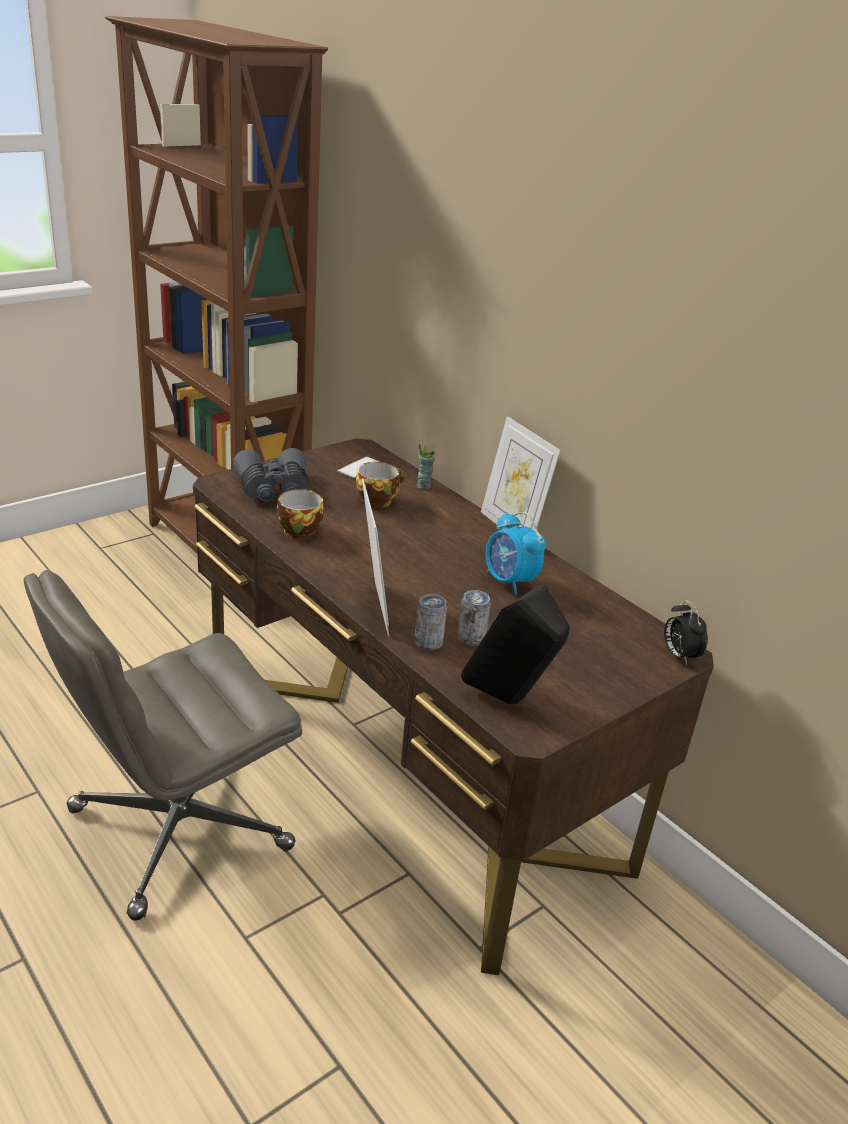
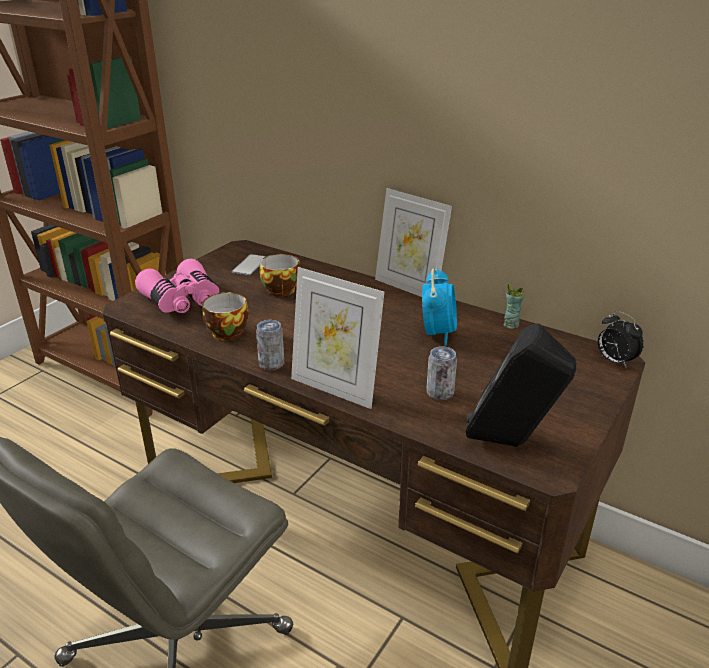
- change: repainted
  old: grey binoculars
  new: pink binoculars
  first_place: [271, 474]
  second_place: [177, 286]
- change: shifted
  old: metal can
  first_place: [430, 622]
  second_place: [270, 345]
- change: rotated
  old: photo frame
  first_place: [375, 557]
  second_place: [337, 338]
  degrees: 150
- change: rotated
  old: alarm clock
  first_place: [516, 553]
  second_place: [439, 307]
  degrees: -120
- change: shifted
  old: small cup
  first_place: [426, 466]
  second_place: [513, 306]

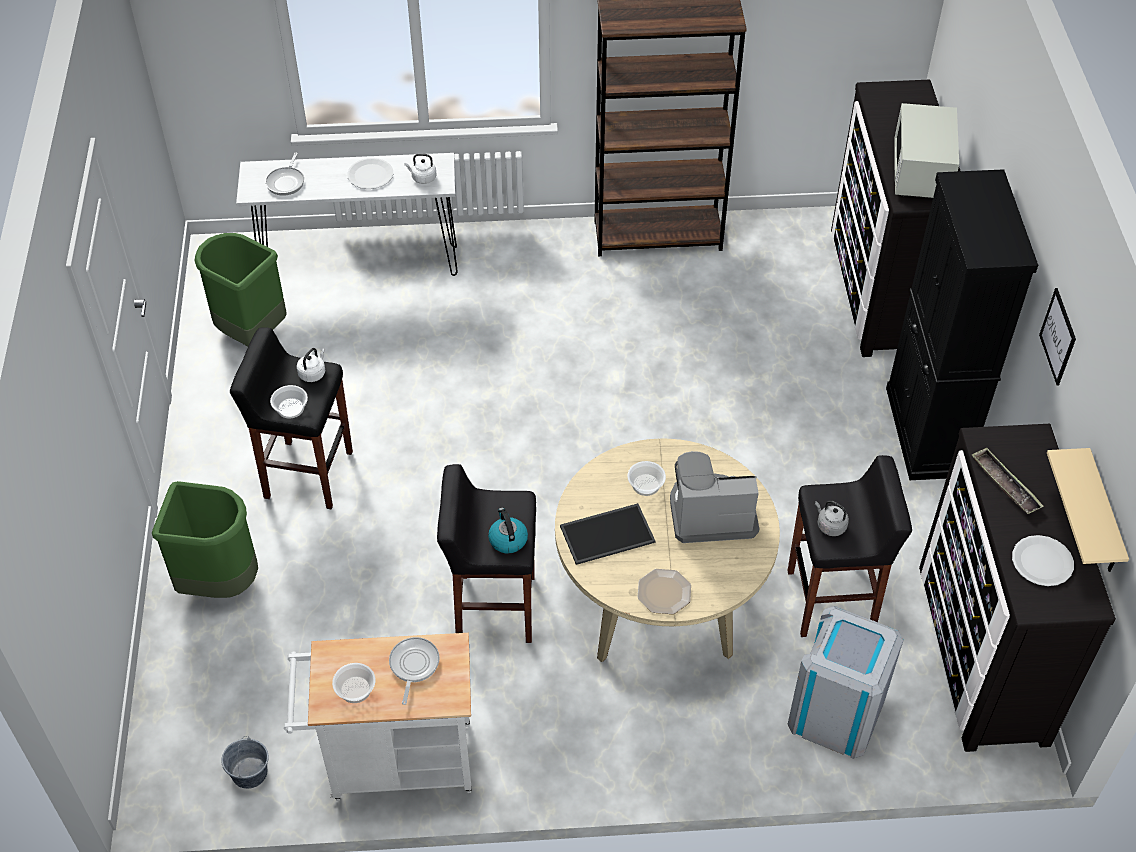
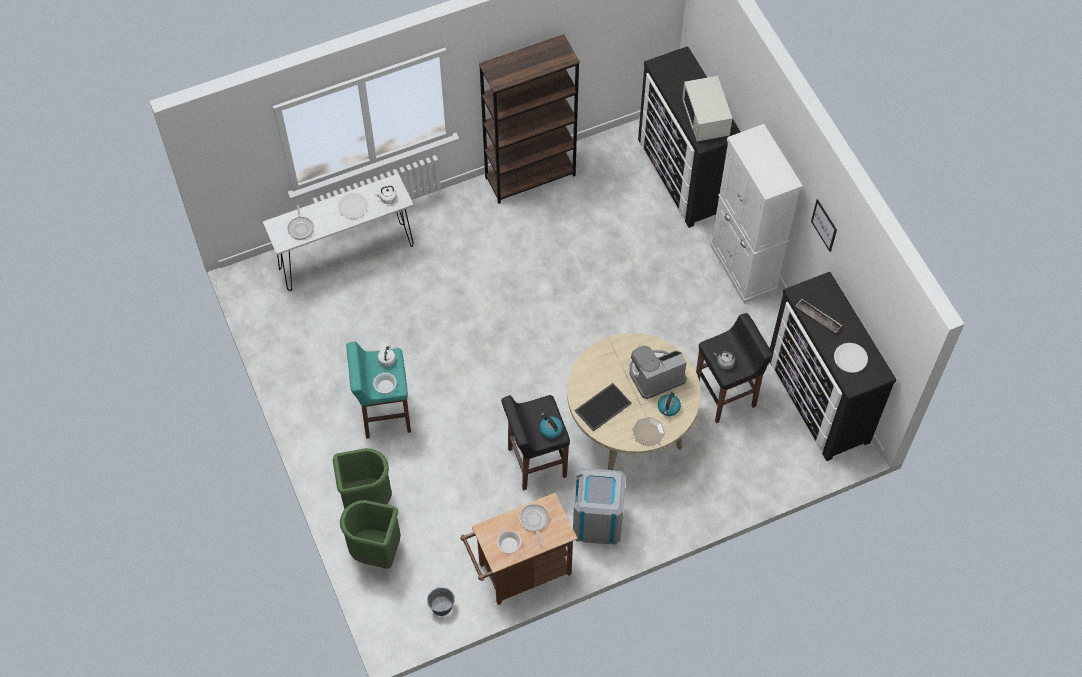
- change: shifted
  old: greenish waste bin
  first_place: [240, 289]
  second_place: [370, 534]
- change: repainted
  old: black sitting stool
  new: turquoise sitting stool
  first_place: [291, 418]
  second_place: [378, 390]
- change: repainted
  old: white cart
  new: brown-coloured cart
  first_place: [378, 717]
  second_place: [518, 549]
- change: shifted
  old: grey waste bin
  first_place: [846, 682]
  second_place: [599, 506]
- change: new
  new: water kettle
  second_place: [669, 404]
- change: repainted
  old: black cupboard
  new: white cupboard
  first_place: [962, 324]
  second_place: [756, 214]
- change: gone
  old: bowl
  first_place: [646, 478]
- change: gone
  old: beige-coloured bracket shelf
  first_place: [1088, 510]

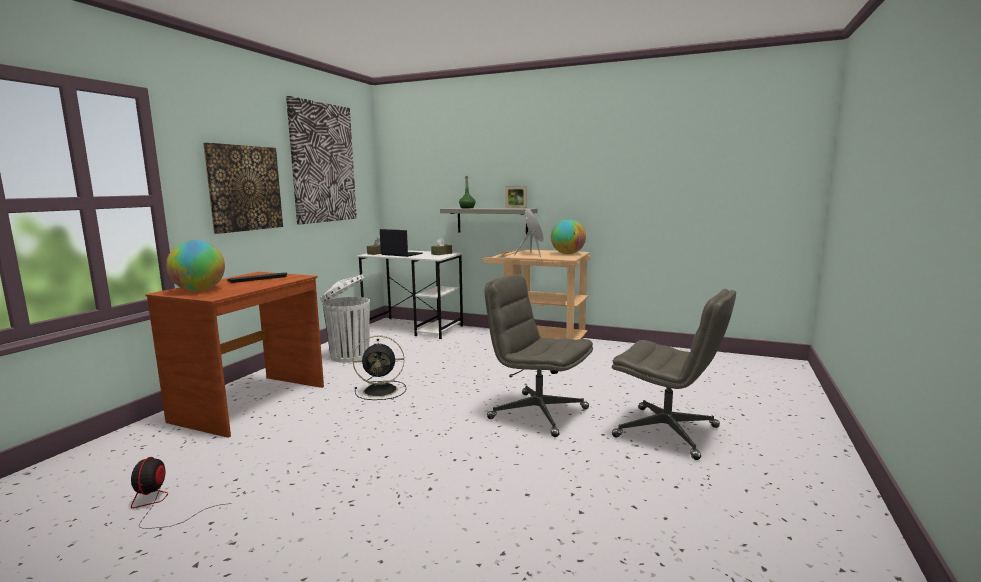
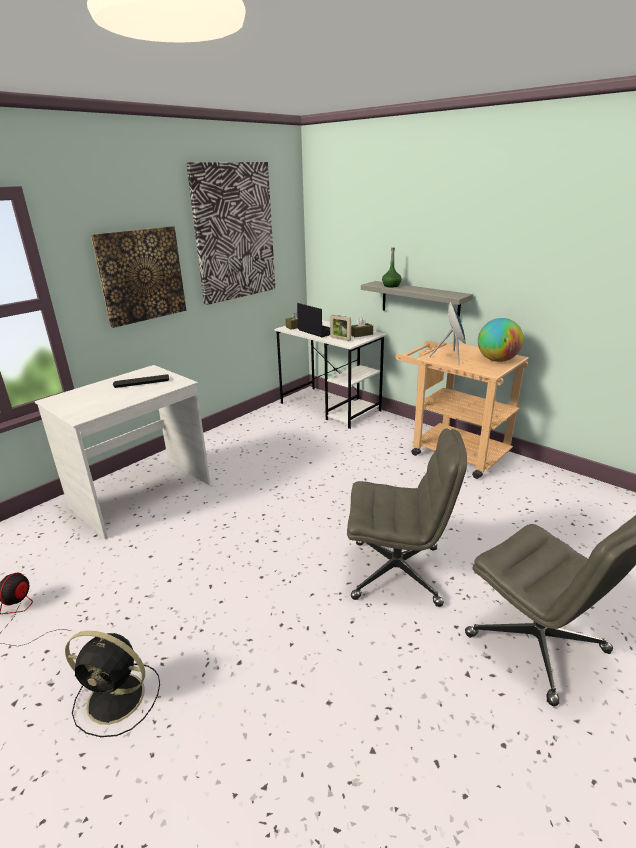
- change: repainted
  old: brown-coloured desk unit
  new: white desk unit
  first_place: [235, 355]
  second_place: [122, 452]
- change: shifted
  old: black cooling fan
  first_place: [379, 367]
  second_place: [112, 684]
- change: shifted
  old: photo frame
  first_place: [516, 197]
  second_place: [340, 328]
- change: rotated
  old: grey desk chair
  first_place: [539, 356]
  second_place: [407, 518]
  degrees: 135
- change: gone
  old: globe
  first_place: [195, 265]
- change: gone
  old: white waste bin
  first_place: [345, 318]

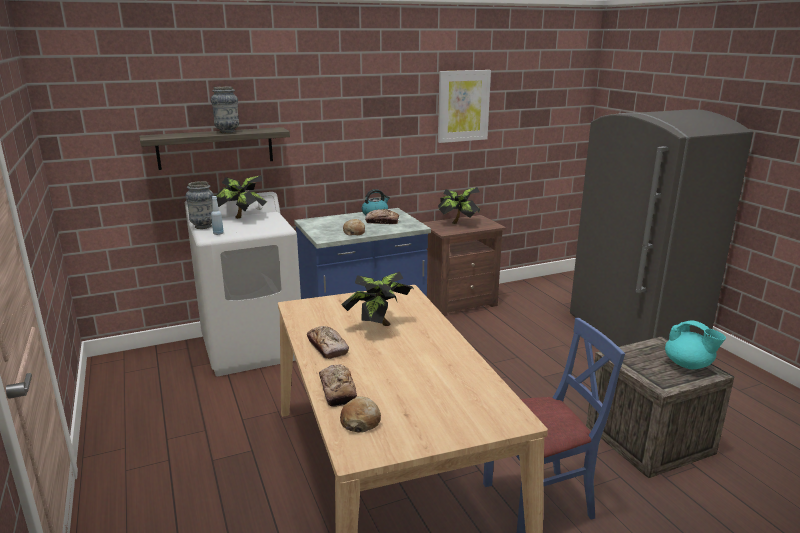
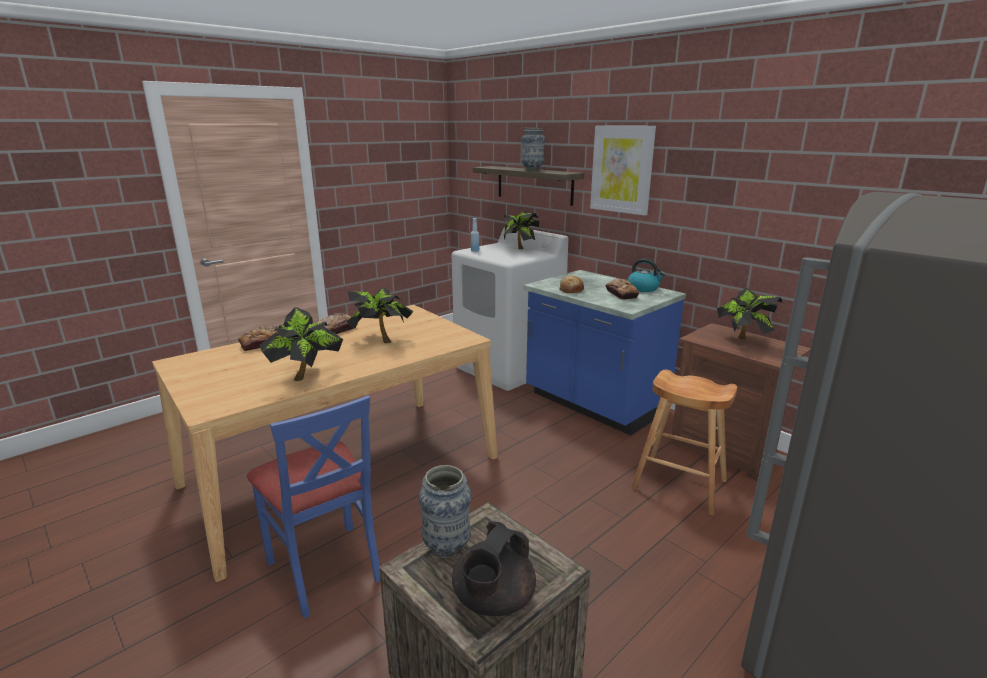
- change: new
  new: houseplant
  second_place: [301, 344]
- change: shifted
  old: vase
  first_place: [199, 205]
  second_place: [445, 511]
- change: repainted
  old: turquoise teapot
  new: black teapot
  first_place: [695, 344]
  second_place: [494, 568]
- change: shifted
  old: wall picture
  first_place: [464, 106]
  second_place: [623, 170]
- change: new
  new: brown-coloured sitting stool
  second_place: [684, 442]
- change: gone
  old: bakery bread
  first_place: [360, 414]

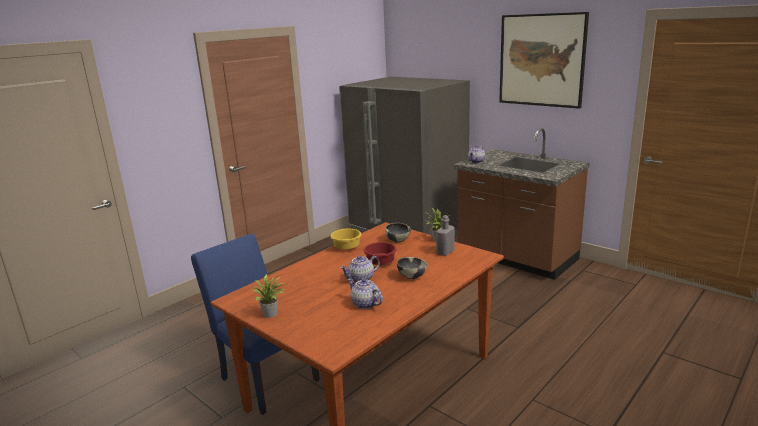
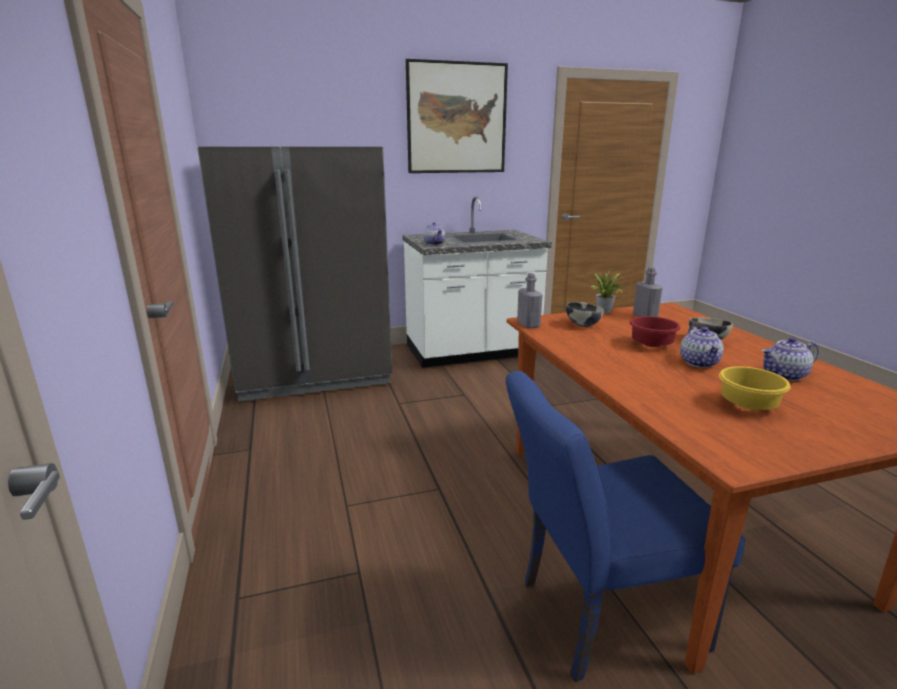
- change: repainted
  old: brown-coloured kitchen counter
  new: white kitchen counter
  first_place: [521, 204]
  second_place: [477, 282]
- change: new
  new: grey drink bottle
  second_place: [530, 300]
- change: shifted
  old: yellowish bowl
  first_place: [346, 239]
  second_place: [755, 388]
- change: gone
  old: houseplant
  first_place: [268, 295]

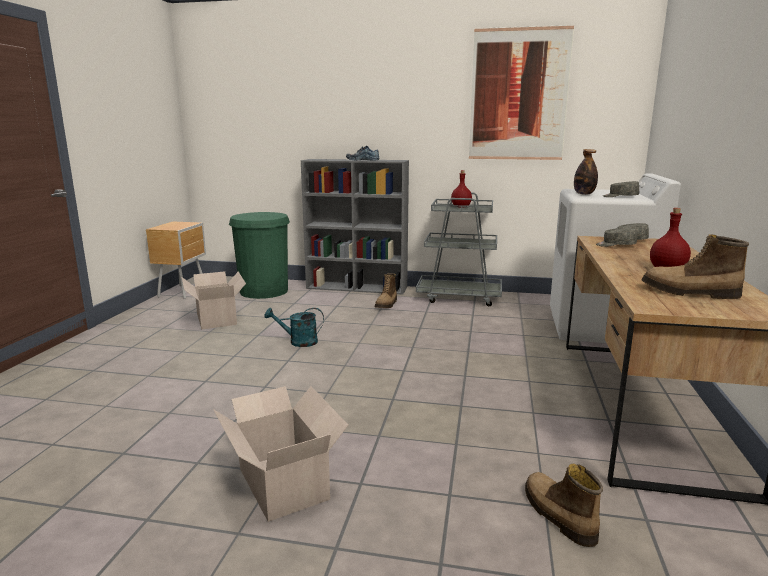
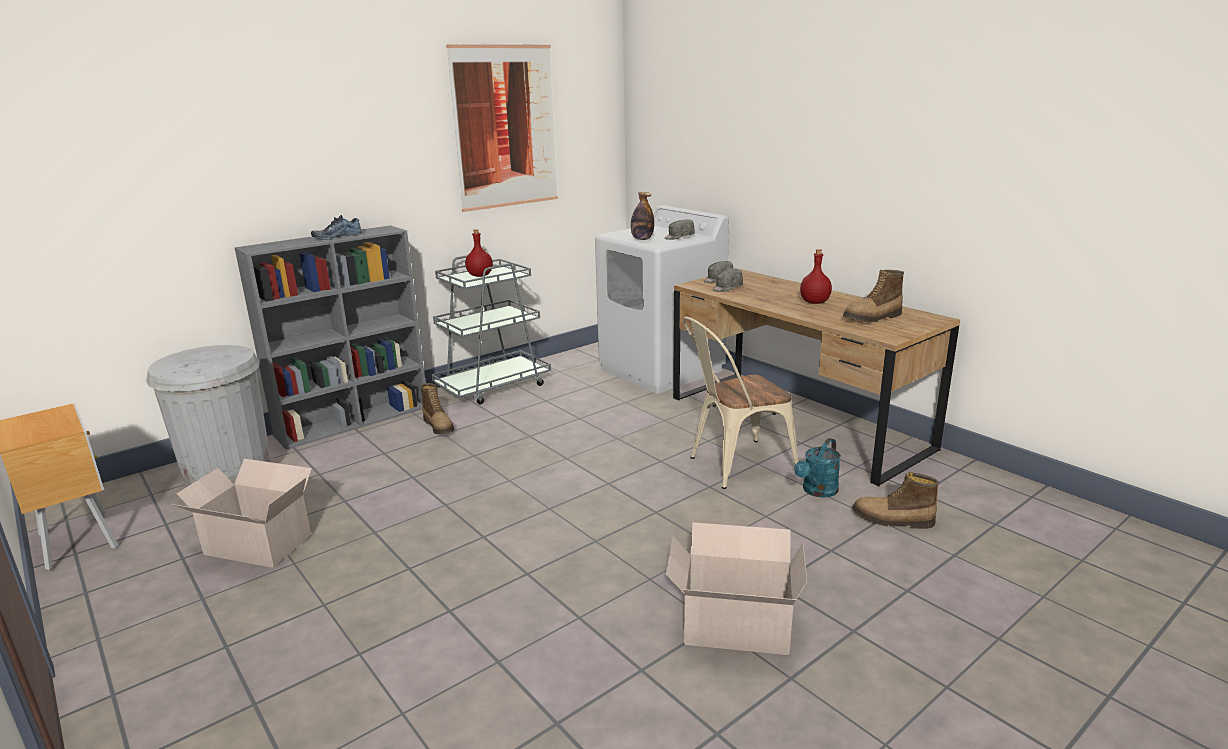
- change: repainted
  old: greenish waste bin
  new: white waste bin
  first_place: [259, 255]
  second_place: [208, 416]
- change: new
  new: beige-coloured upright chair
  second_place: [741, 403]
- change: shifted
  old: turquoise watering can
  first_place: [294, 327]
  second_place: [817, 468]

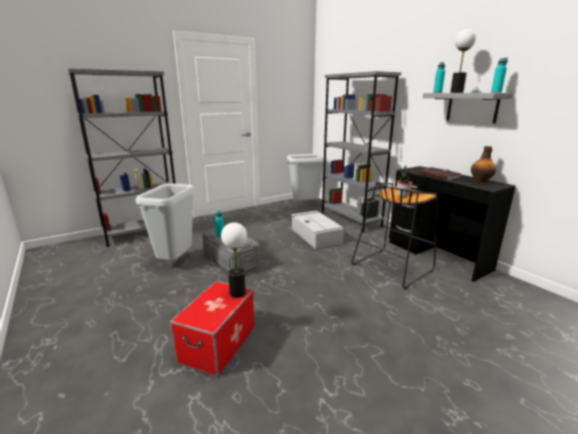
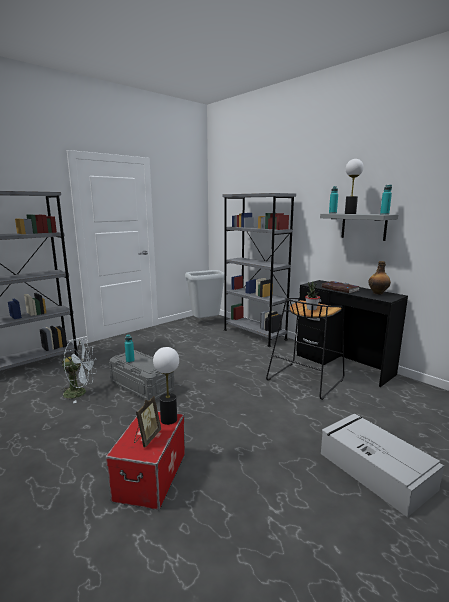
- change: swapped
  old: grey waste bin
  new: white cooling fan
  first_place: [165, 221]
  second_place: [78, 371]
- change: new
  new: photo frame
  second_place: [147, 422]
- change: shifted
  old: grey storage bin
  first_place: [318, 230]
  second_place: [382, 465]

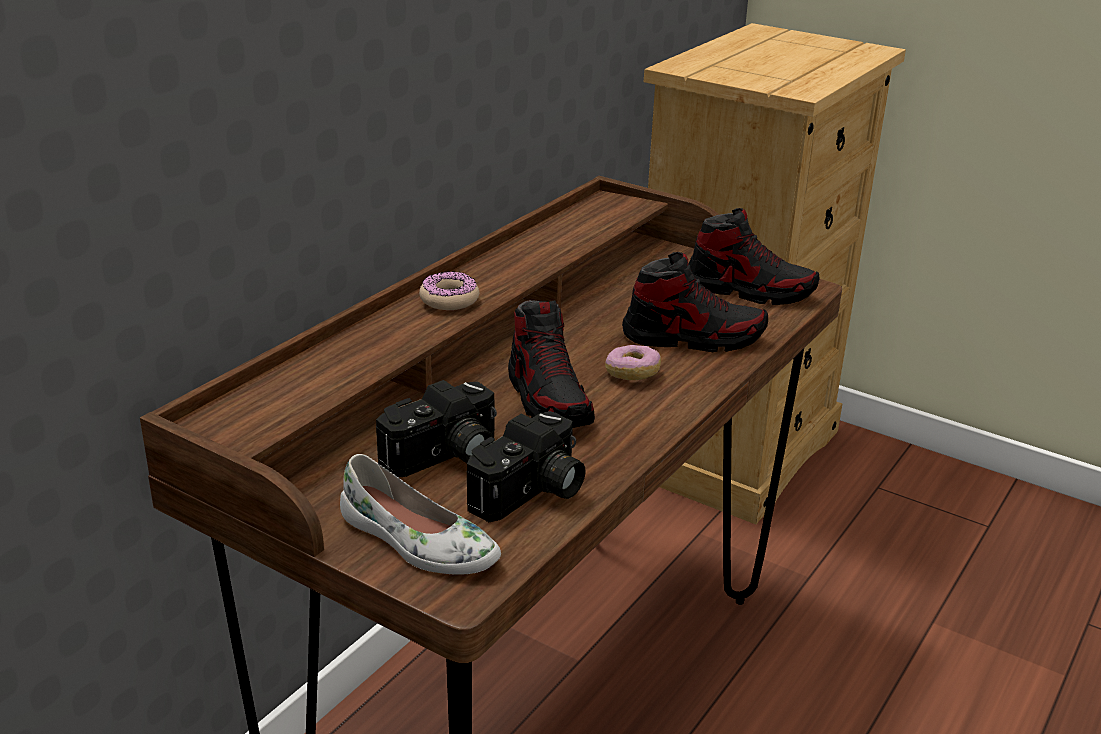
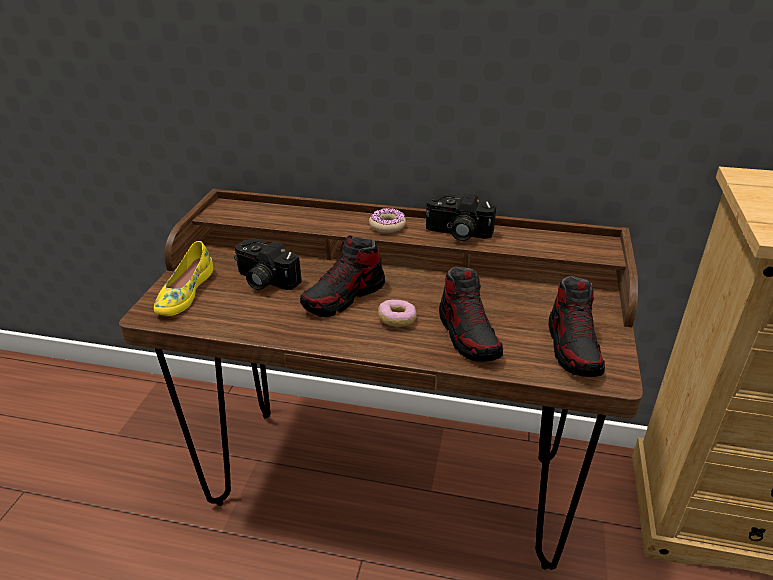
- change: repainted
  old: white shoe
  new: yellowish shoe
  first_place: [420, 514]
  second_place: [183, 278]
- change: shifted
  old: photo camera
  first_place: [526, 466]
  second_place: [461, 217]

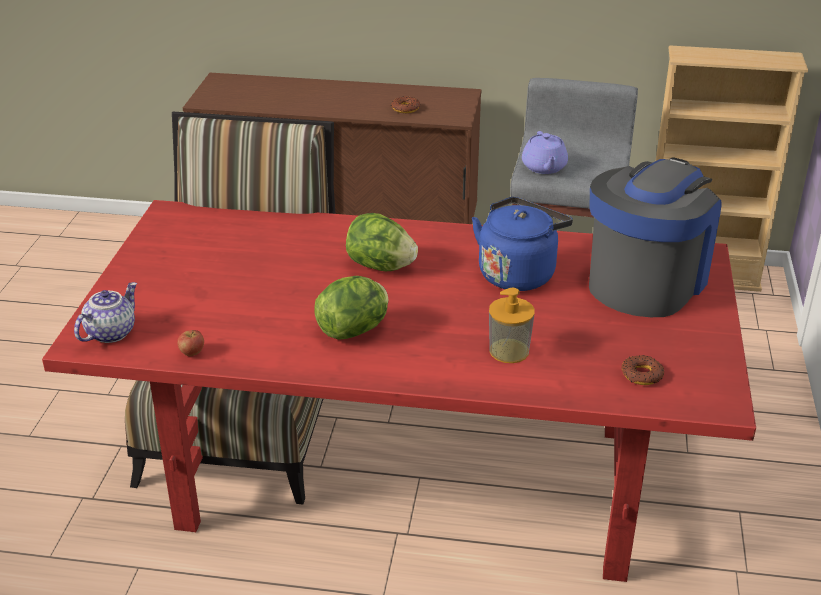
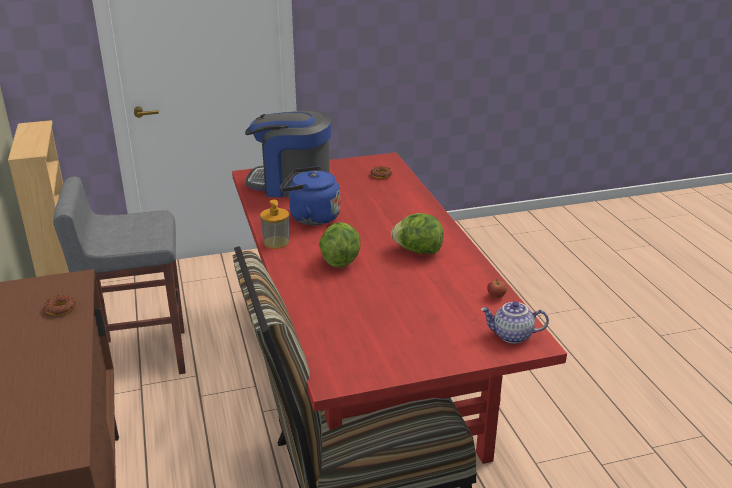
- change: shifted
  old: liquid soap bottle
  first_place: [512, 325]
  second_place: [274, 224]
- change: gone
  old: purple teapot
  first_place: [545, 152]

